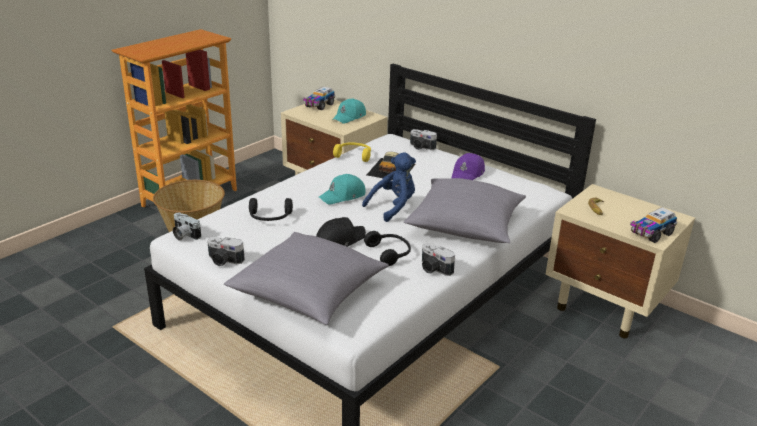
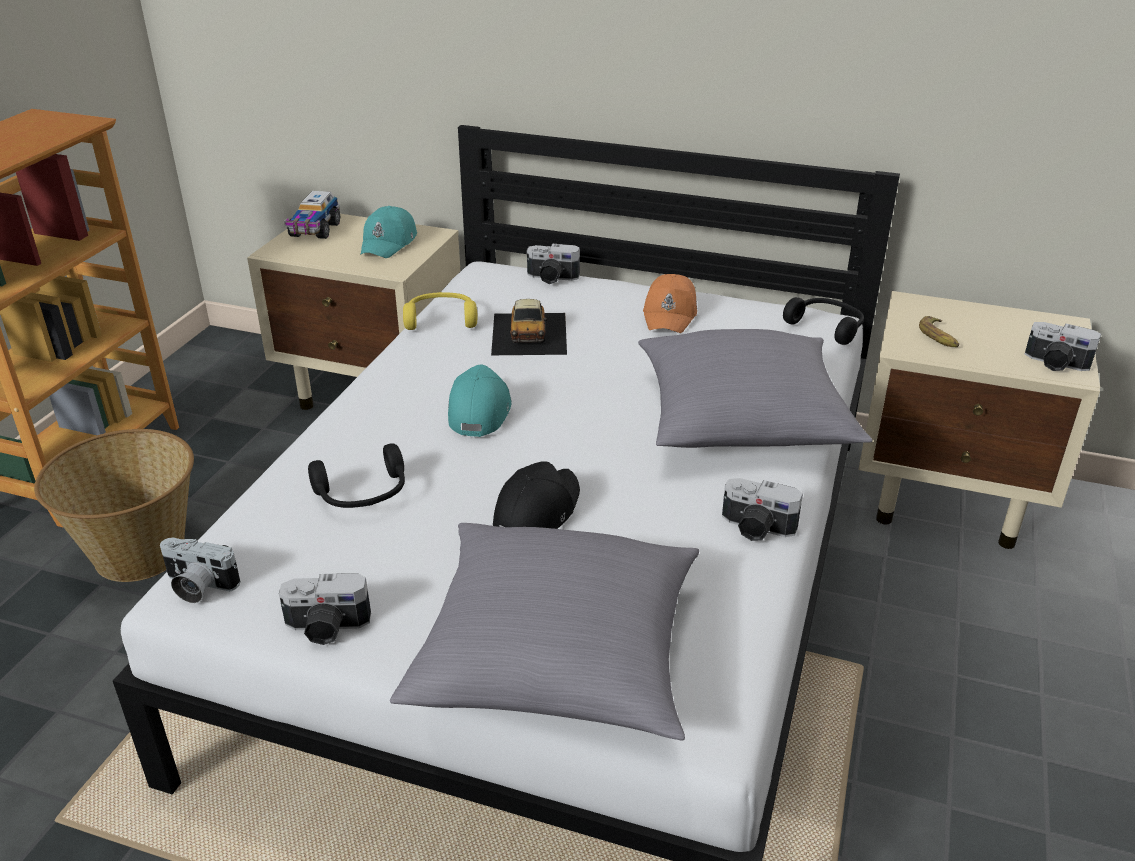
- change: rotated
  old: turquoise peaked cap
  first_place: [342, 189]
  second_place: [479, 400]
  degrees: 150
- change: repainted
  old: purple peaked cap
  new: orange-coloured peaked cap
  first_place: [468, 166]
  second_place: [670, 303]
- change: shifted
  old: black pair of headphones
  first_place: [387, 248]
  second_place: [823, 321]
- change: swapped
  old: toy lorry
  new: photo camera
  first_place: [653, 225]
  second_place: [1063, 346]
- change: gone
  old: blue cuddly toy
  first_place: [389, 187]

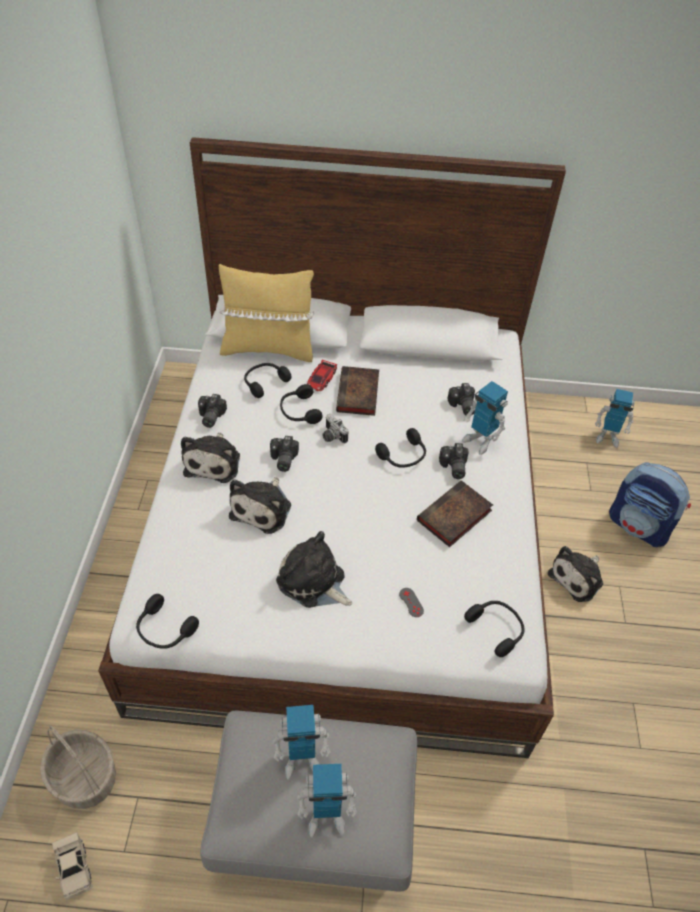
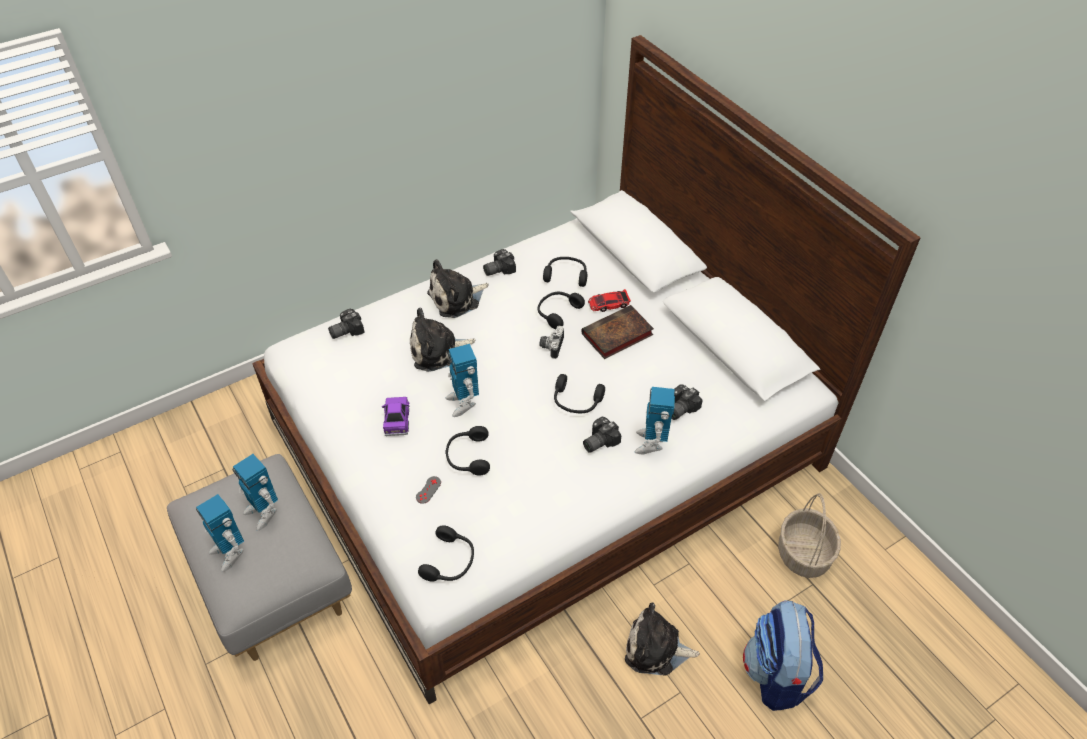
- change: shifted
  old: photo camera
  first_place: [284, 454]
  second_place: [346, 324]
- change: swapped
  old: cuddly toy
  new: purple model car
  first_place: [314, 569]
  second_place: [395, 416]
- change: shifted
  old: robot figure
  first_place: [615, 418]
  second_place: [462, 380]
- change: shifted
  old: black pair of headphones
  first_place: [167, 621]
  second_place: [467, 450]
- change: shifted
  old: household basket
  first_place: [78, 767]
  second_place: [809, 535]
- change: gone
  old: beige-coloured model car
  first_place: [72, 866]
- change: gone
  old: yellowish pillow
  first_place: [266, 313]
- change: gone
  old: book
  first_place: [455, 513]

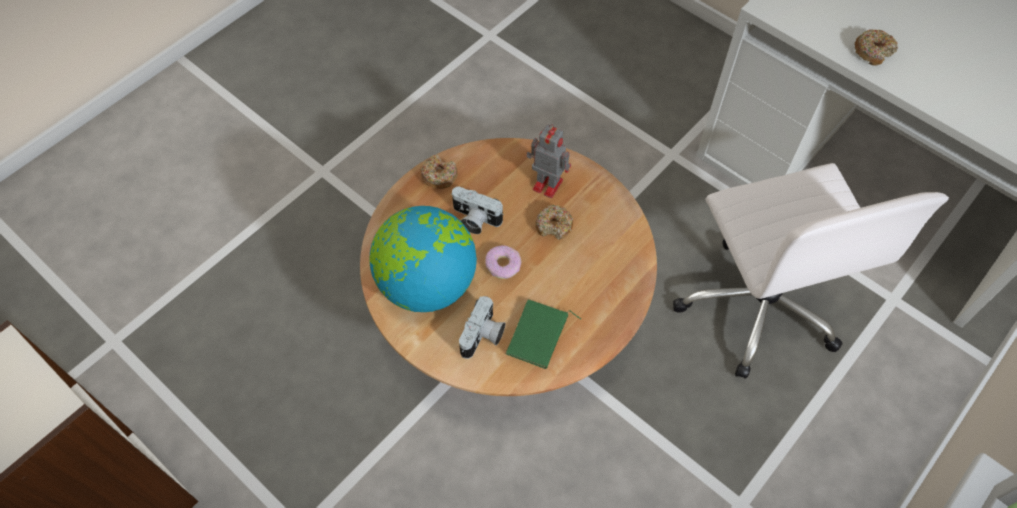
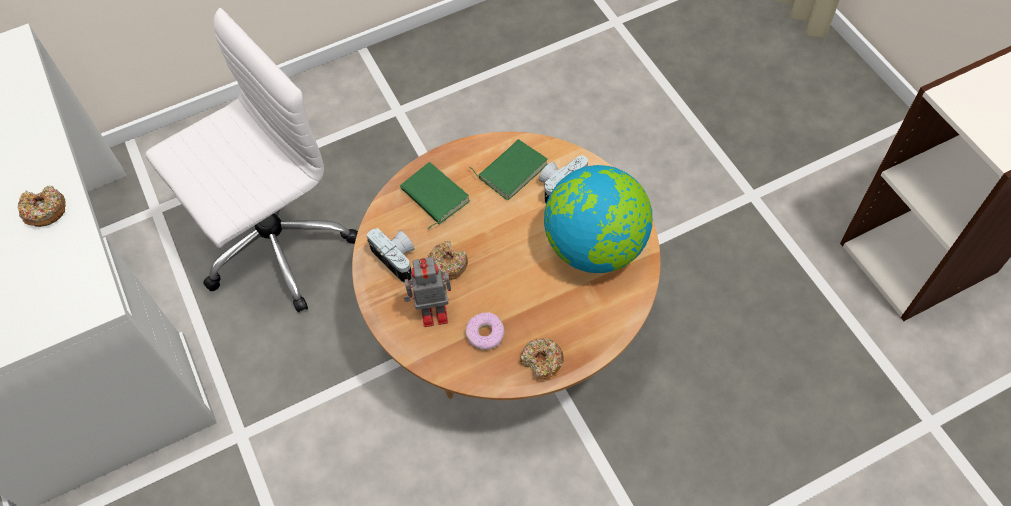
- change: rotated
  old: white desk chair
  first_place: [811, 271]
  second_place: [252, 160]
  degrees: 45
- change: shifted
  old: photo camera
  first_place: [477, 210]
  second_place: [390, 255]
- change: new
  new: greenish book
  second_place: [435, 195]
- change: rotated
  old: robot figure
  first_place: [548, 161]
  second_place: [427, 292]
  degrees: 120
- change: shifted
  old: ring doughnut
  first_place: [503, 262]
  second_place: [485, 331]

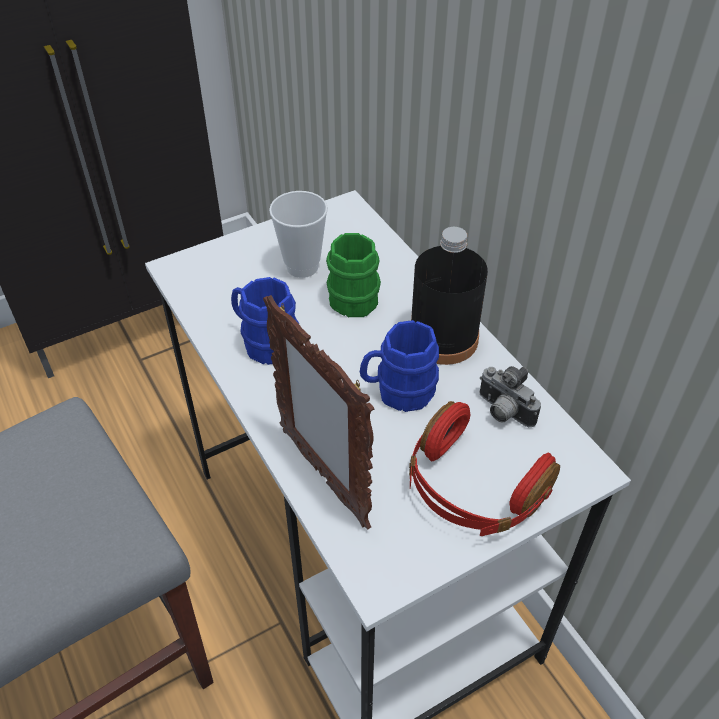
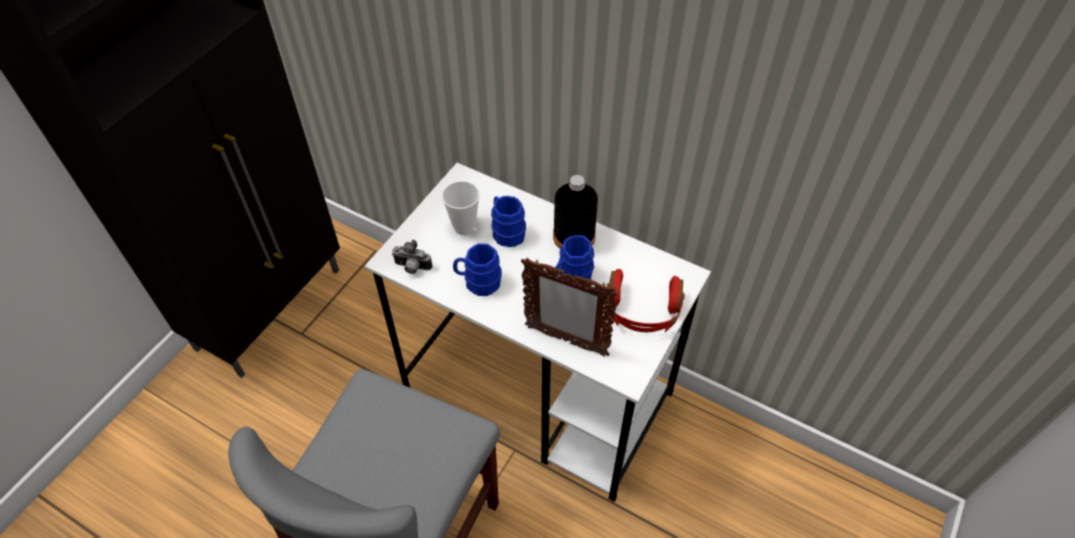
- change: shifted
  old: photo camera
  first_place: [510, 396]
  second_place: [412, 257]
- change: repainted
  old: greenish tea mug
  new: blue tea mug
  first_place: [353, 275]
  second_place: [508, 221]

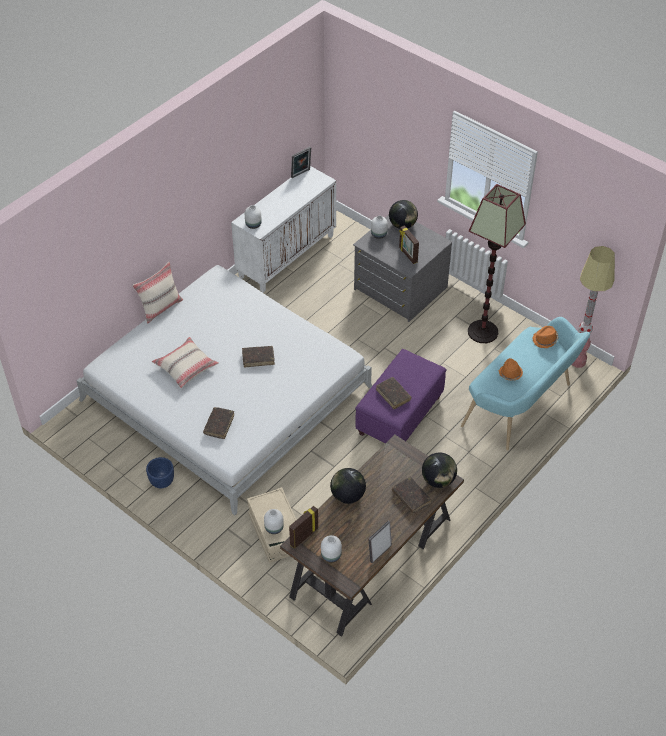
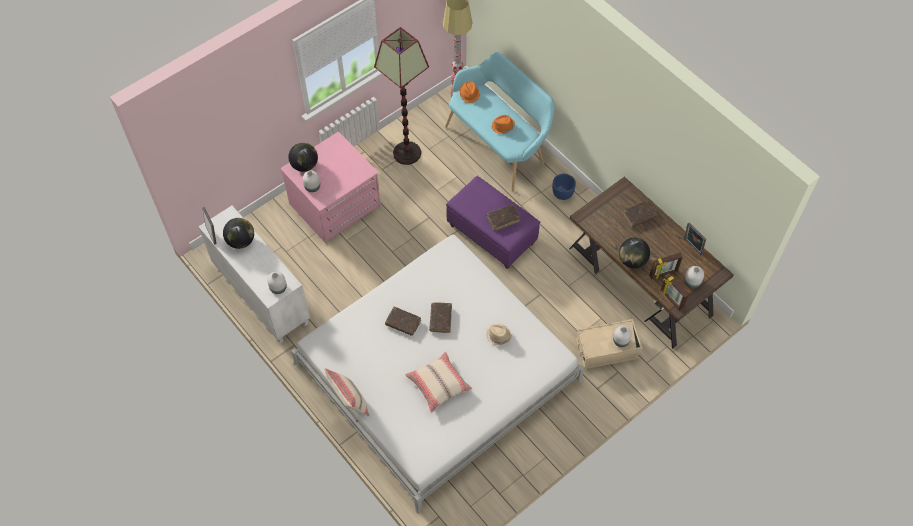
- change: shifted
  old: globe
  first_place: [439, 470]
  second_place: [238, 233]
- change: repainted
  old: grey dresser
  new: pink dresser
  first_place: [402, 268]
  second_place: [330, 187]
- change: shifted
  old: brown-coloured book
  first_place: [218, 423]
  second_place: [403, 321]
- change: new
  new: beige-coloured clothing hat
  second_place: [499, 334]
- change: shifted
  old: blue plant pot
  first_place: [160, 472]
  second_place: [564, 187]
- change: shifted
  old: photo frame
  first_place: [409, 244]
  second_place: [666, 266]

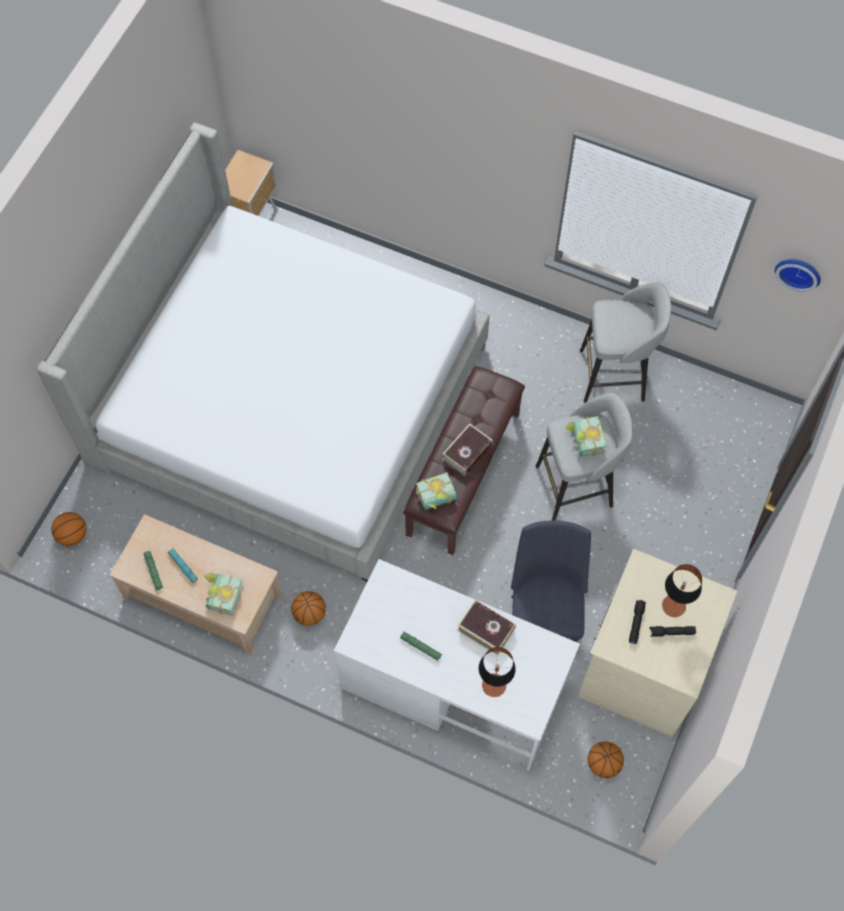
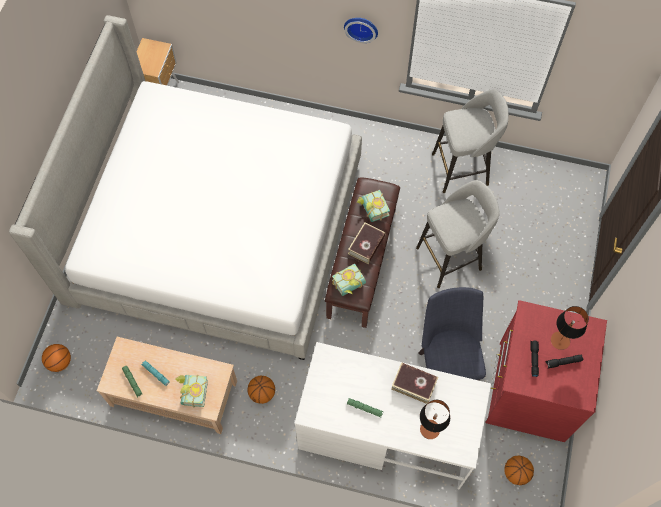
- change: shifted
  old: clock on the wall
  first_place: [798, 275]
  second_place: [361, 30]
- change: shifted
  old: book
  first_place: [586, 436]
  second_place: [373, 206]
- change: repainted
  old: beige-coloured dresser
  new: reddish dresser
  first_place: [658, 643]
  second_place: [546, 371]

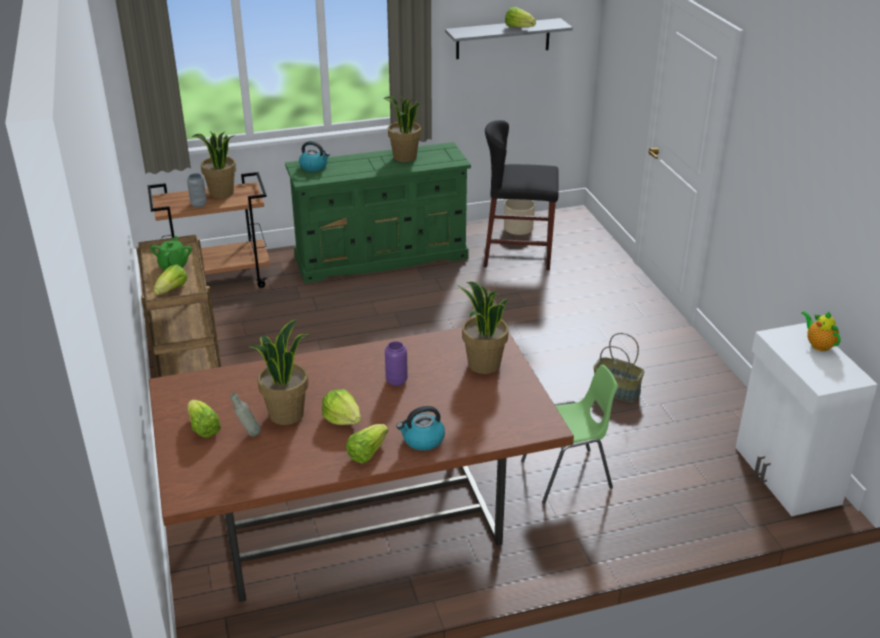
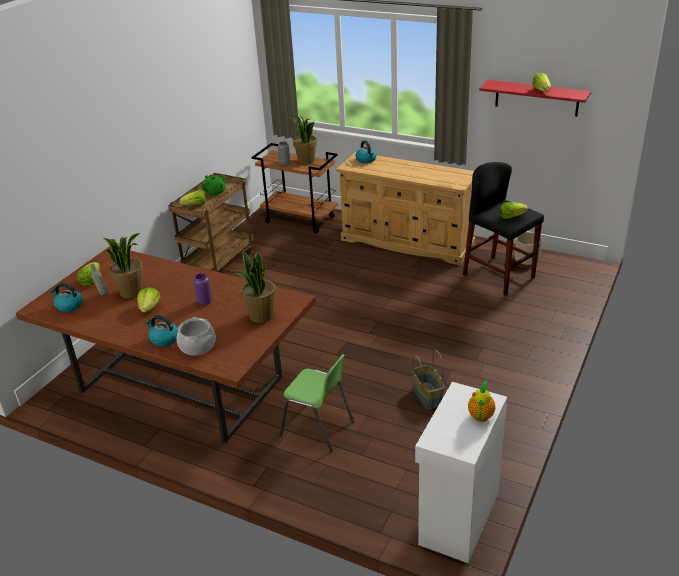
- change: new
  new: water kettle
  second_place: [66, 297]
- change: new
  new: cooking pot
  second_place: [196, 336]
- change: repainted
  old: greenish dresser
  new: beige-coloured dresser
  first_place: [378, 212]
  second_place: [405, 208]
- change: repainted
  old: grey bracket shelf
  new: reddish bracket shelf
  first_place: [509, 38]
  second_place: [535, 98]
- change: shifted
  old: lettuce
  first_place: [367, 444]
  second_place: [514, 210]
- change: gone
  old: houseplant
  first_place: [403, 128]

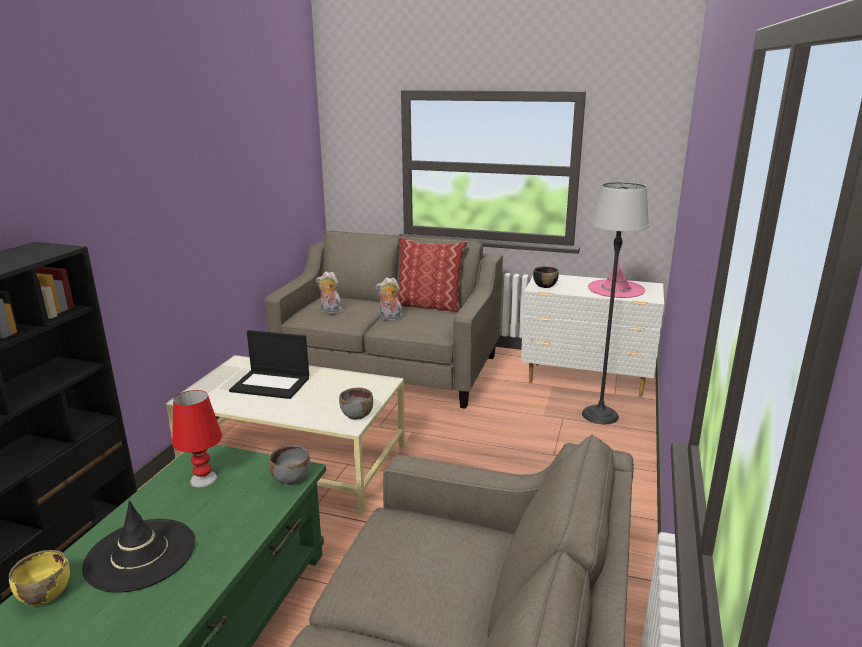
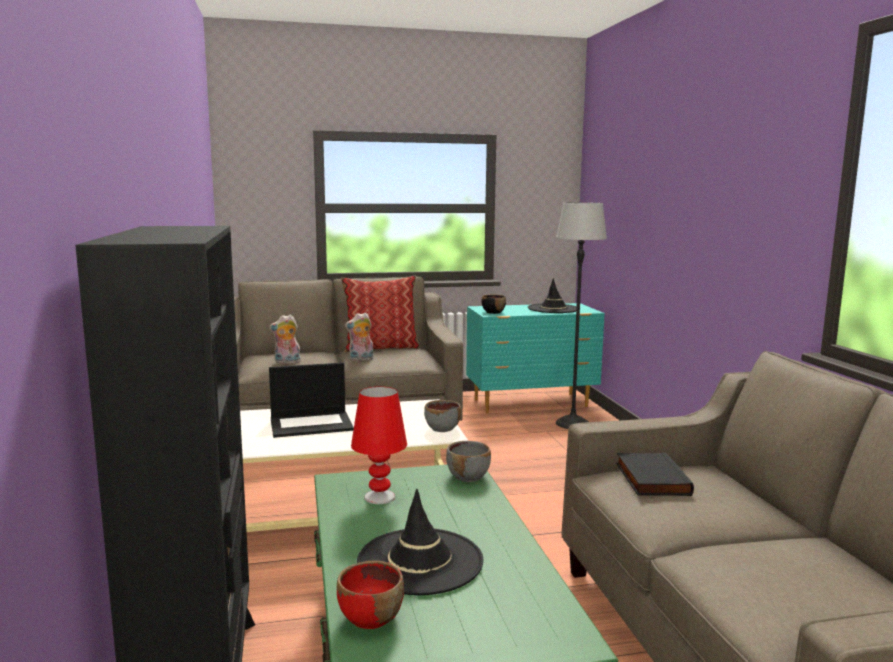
- change: repainted
  old: yellowish bowl
  new: reddish bowl
  first_place: [39, 577]
  second_place: [370, 595]
- change: repainted
  old: white dresser
  new: turquoise dresser
  first_place: [592, 336]
  second_place: [535, 358]
- change: repainted
  old: pink clothing hat
  new: black clothing hat
  first_place: [616, 278]
  second_place: [552, 295]
- change: new
  new: black book
  second_place: [655, 474]

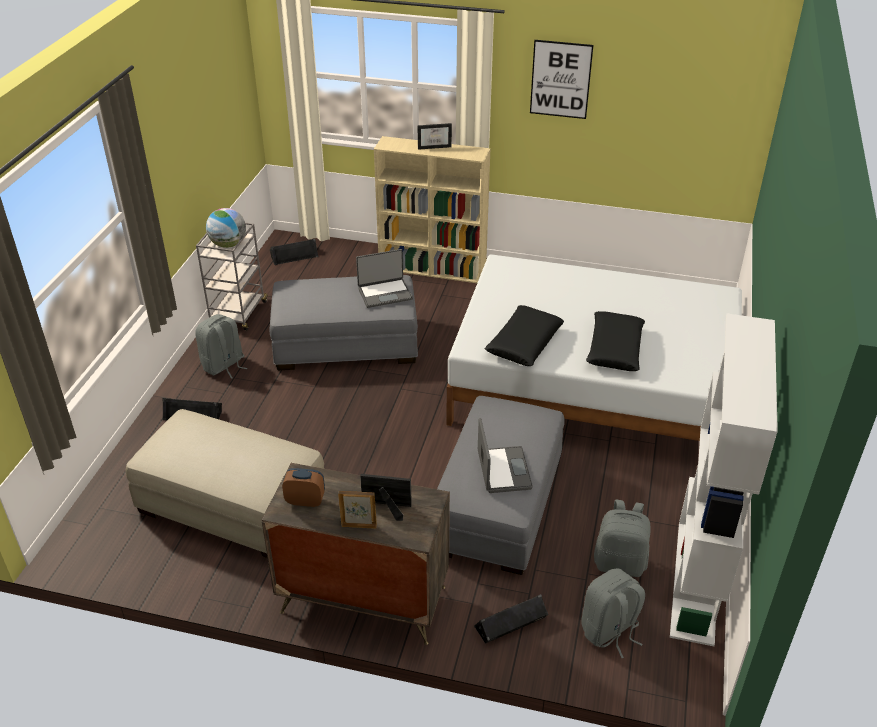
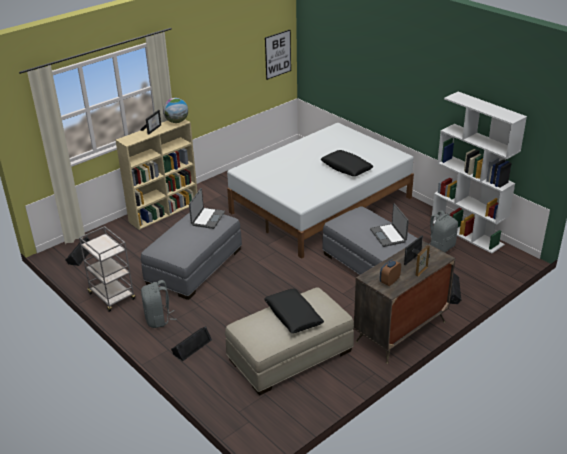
- change: shifted
  old: globe
  first_place: [226, 228]
  second_place: [175, 110]
- change: shifted
  old: black pillow
  first_place: [524, 335]
  second_place: [294, 311]
- change: shifted
  old: wall picture
  first_place: [562, 79]
  second_place: [278, 55]
- change: rotated
  old: laptop
  first_place: [505, 455]
  second_place: [389, 225]
  degrees: -135
- change: gone
  old: grey rucksack
  first_place: [613, 613]

